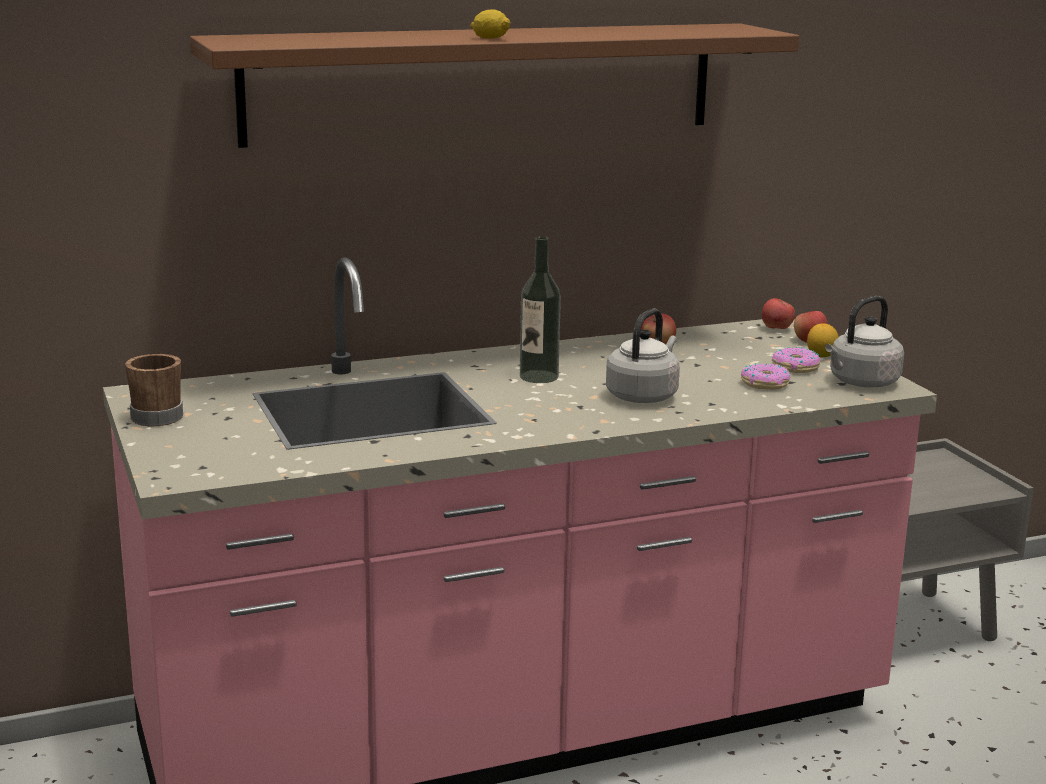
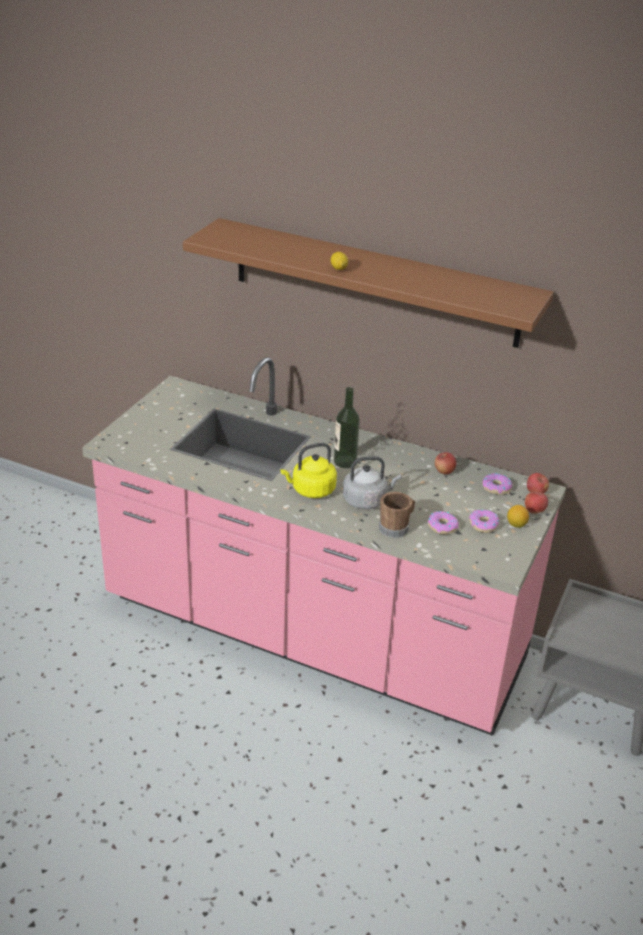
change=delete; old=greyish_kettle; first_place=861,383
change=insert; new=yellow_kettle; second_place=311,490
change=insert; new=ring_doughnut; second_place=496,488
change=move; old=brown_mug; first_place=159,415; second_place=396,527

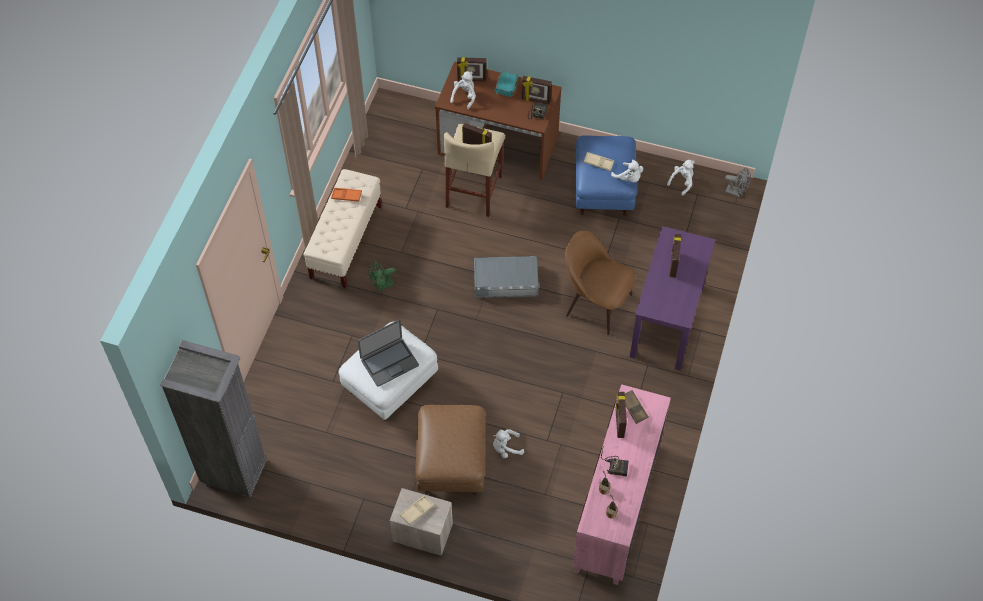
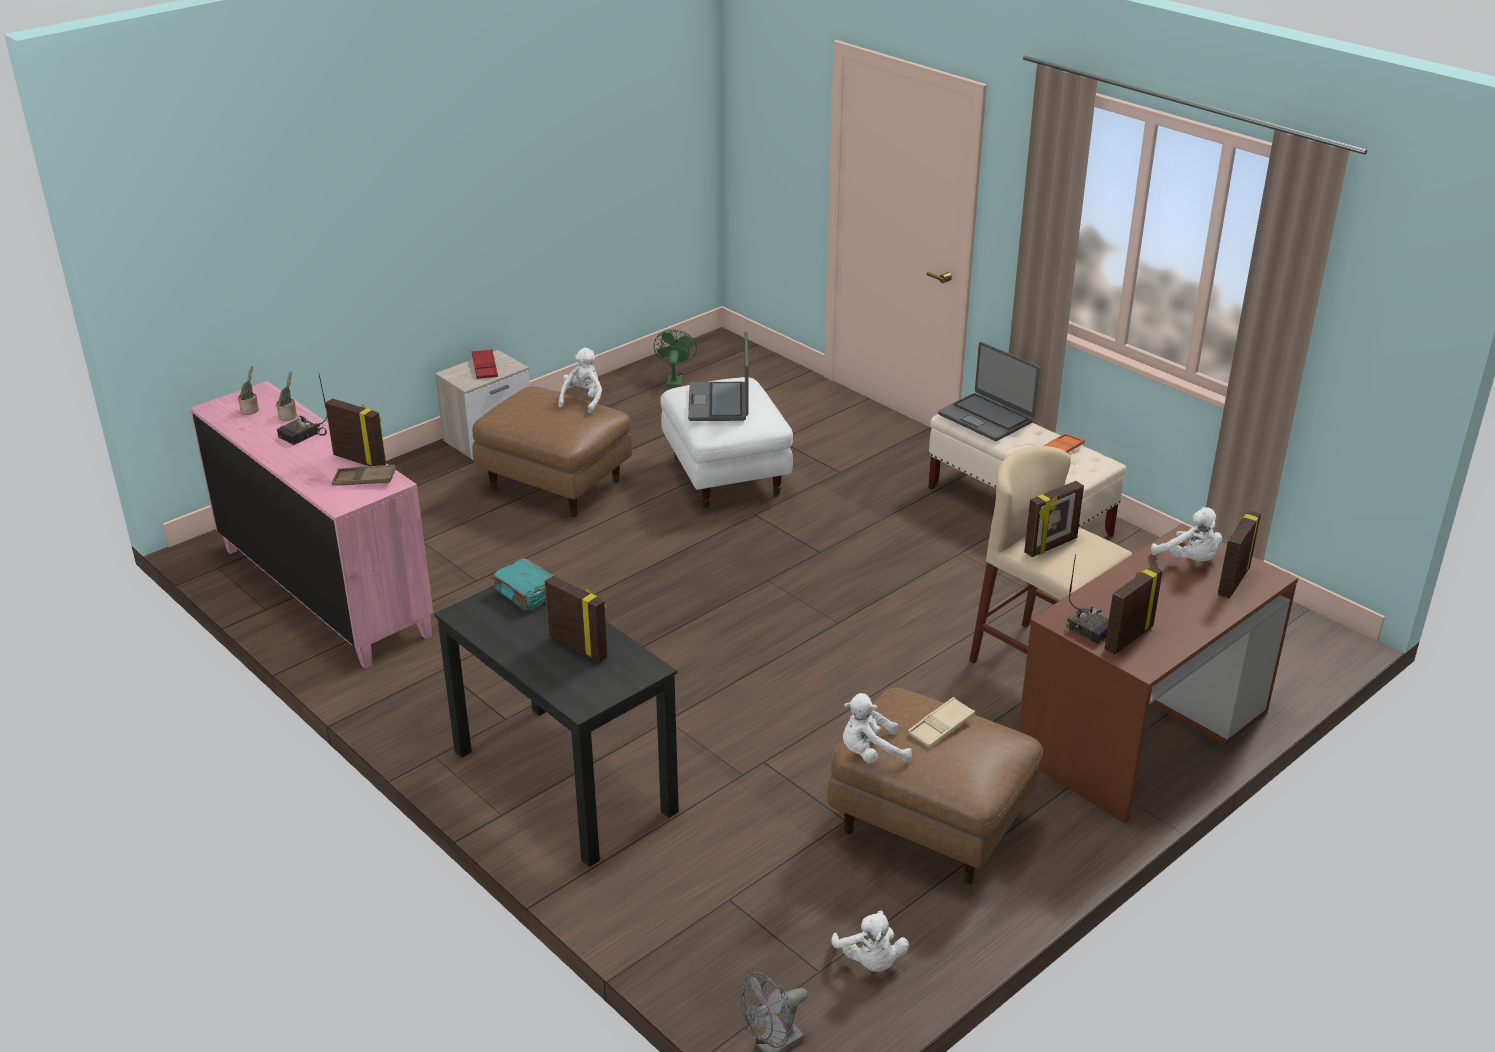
change=delete; old=greyish_cupboard; first_place=234,470
change=delete; old=greyish_storage_bin; first_place=506,280
change=delete; old=brown_plain_chair; first_place=596,303
change=insert; new=portable_computer; second_place=986,418
change=move; old=green-coloured_electric_fan; first_place=381,286; second_place=674,380
change=move; old=white_soft_toy; first_place=506,448; second_place=583,400
change=move; old=blue-green_bound_book; first_place=507,87; second_place=526,594
change=recolor; old=sand-coloured_carrying_tray; new=red_carrying_tray; first_place=417,511; second_place=485,367
change=recolor; old=blue-coloured_ottoman; new=brown_ottoman; first_place=603,190; second_place=932,827
change=recolor; old=purple_desk; new=black-coloured_desk; first_place=667,321; second_place=563,780

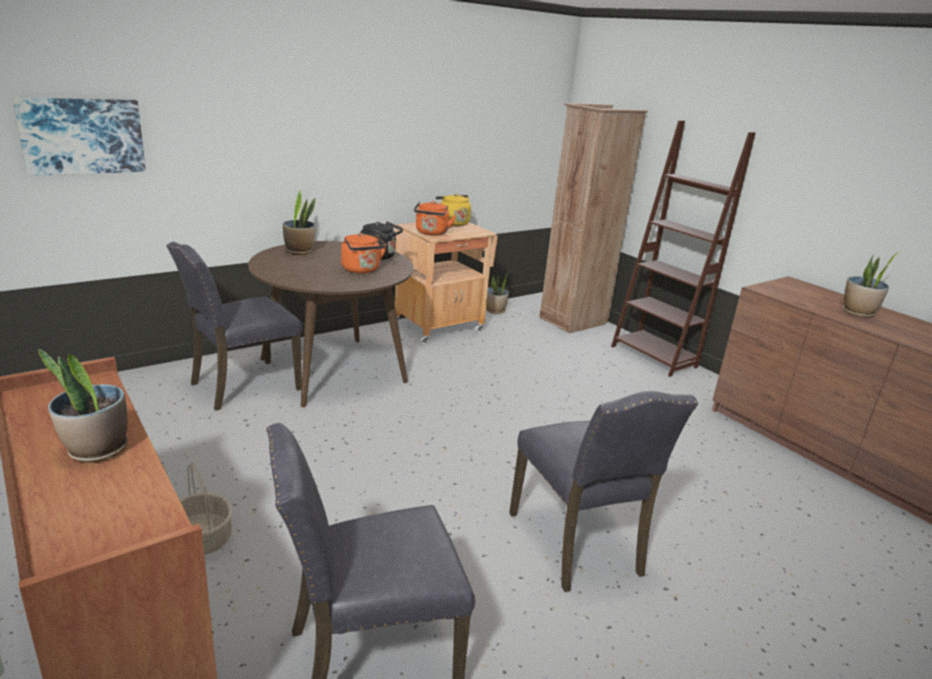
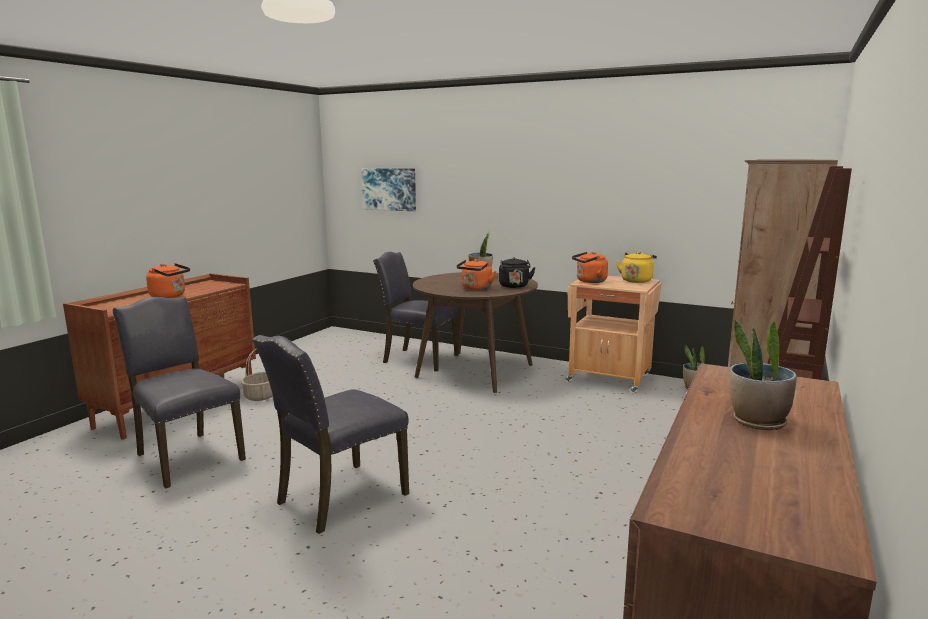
change=replace; old=houseplant; new=orange-coloured_kettle; first_place=96,450; second_place=170,296

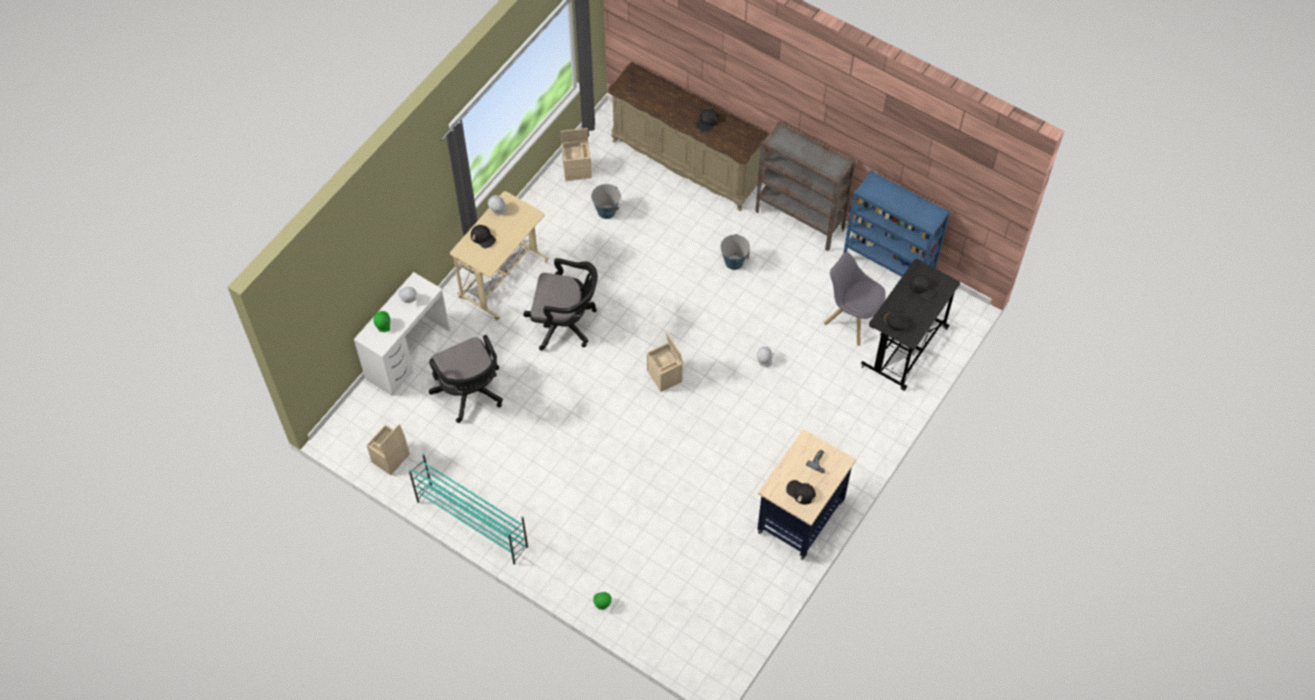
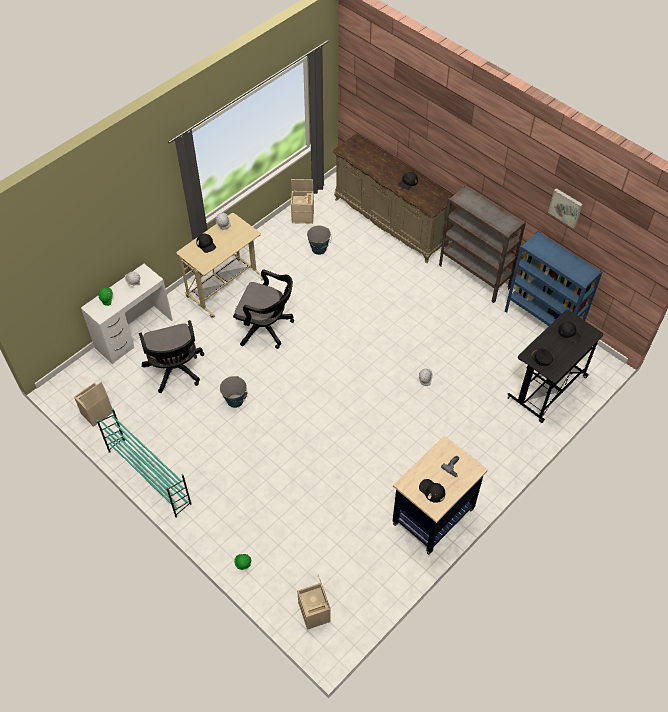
change=delete; old=greyish_plain_chair; first_place=851,320
change=insert; new=wall_art; second_place=566,207
change=move; old=sand-coloured_storage_bin; first_place=665,376; second_place=315,613
change=move; old=pail; first_place=734,262; second_place=235,400

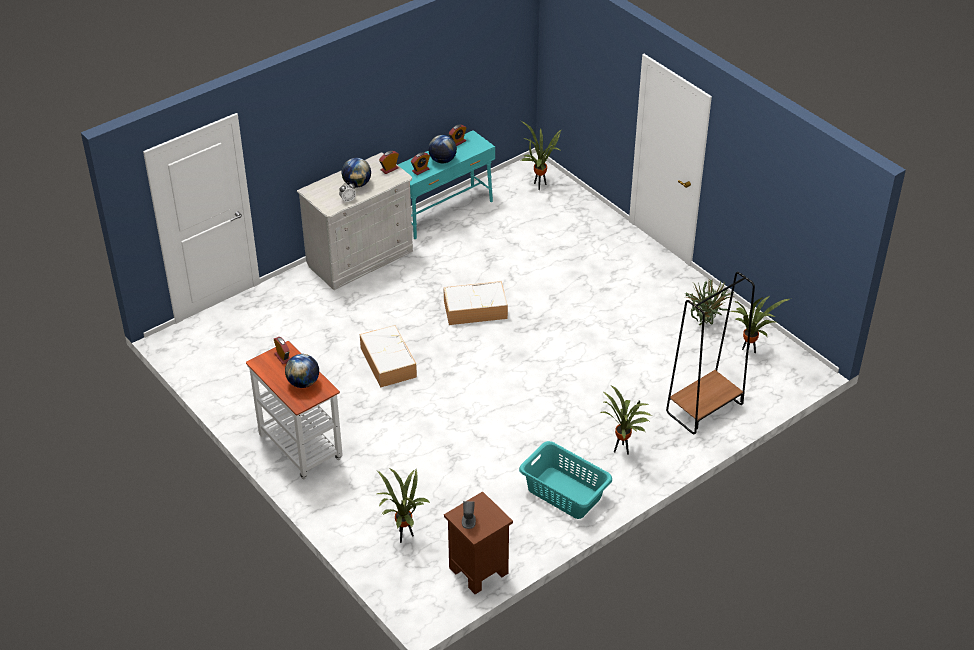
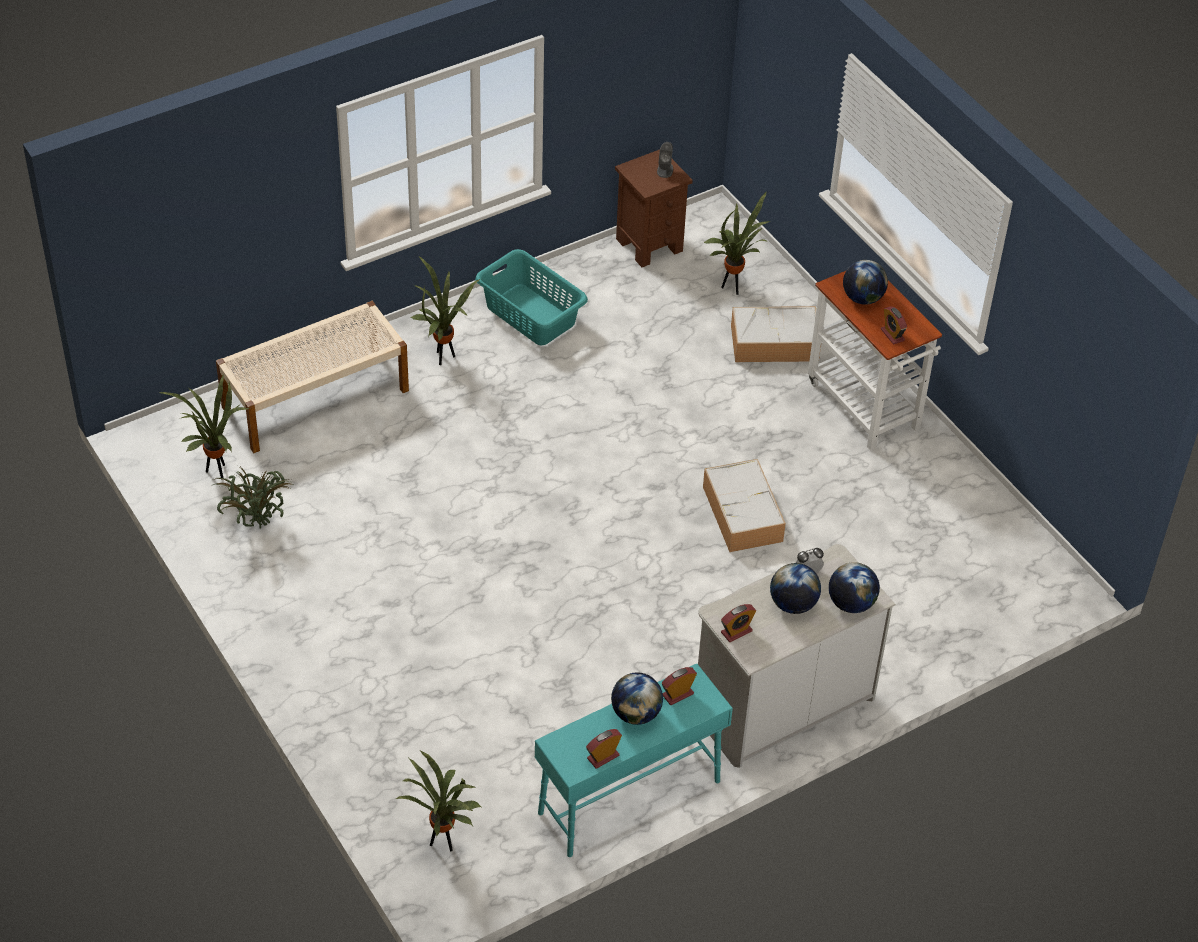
change=insert; new=desk_globe; second_place=851,603
change=move; old=storage_bin; first_place=476,309; second_place=773,343
change=replace; old=garment_rack; new=sand-coloured_long_seat; first_place=704,409; second_place=315,398

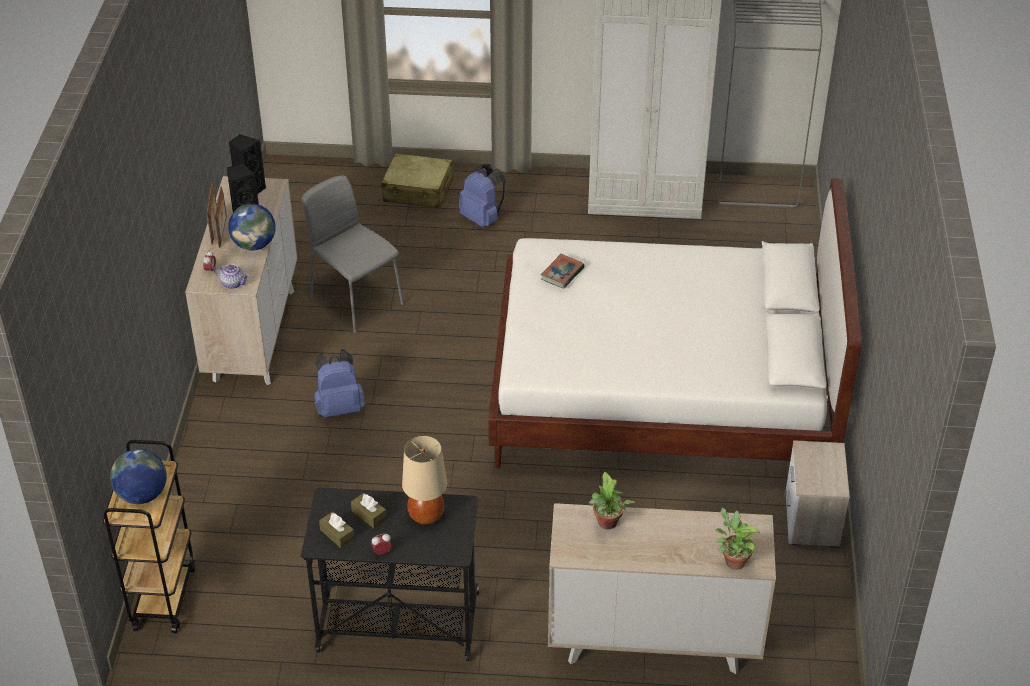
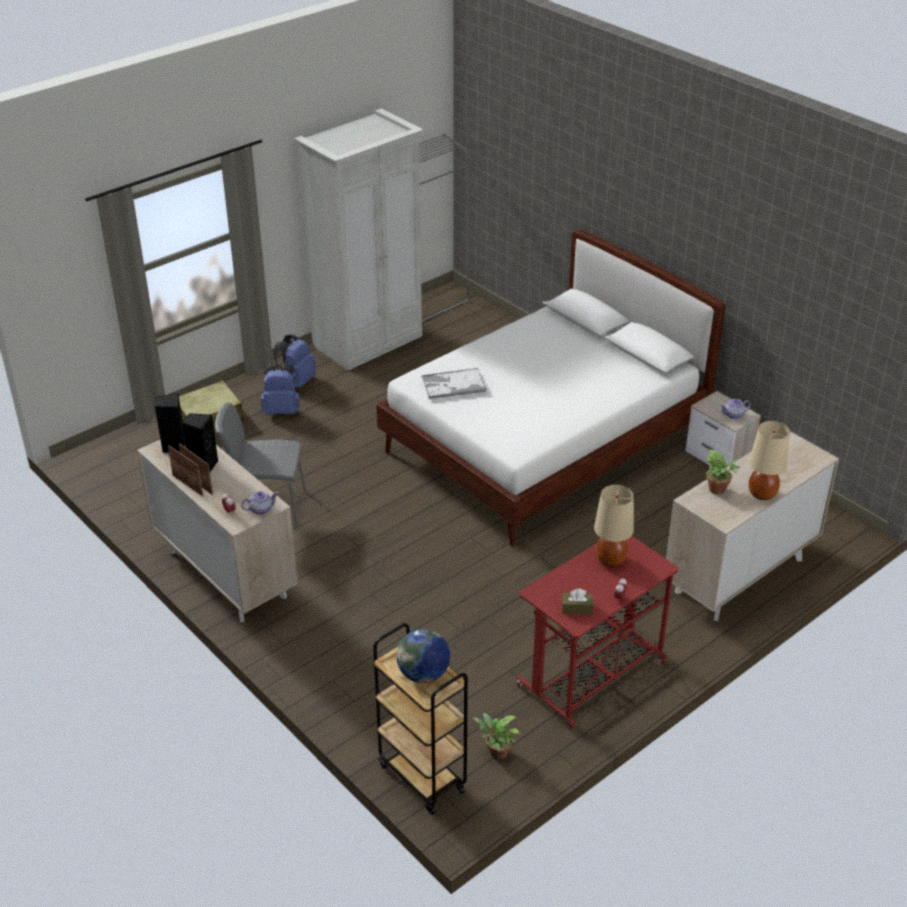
change=delete; old=desk_globe; first_place=254,245
change=delete; old=brown_box_of_tissues; first_place=369,515
change=insert; new=pot_for_tea; second_place=733,415
change=insert; new=sand-coloured_tabletop_lamp; second_place=761,493
change=move; old=blue-coloured_rucksack; first_place=339,407; second_place=297,382
change=move; old=houseplant; first_place=732,560; second_place=496,753
change=replace; old=bound_book; new=carrying_tray; first_place=562,274; second_place=453,384
change=recolor; old=black-coloured_desk; new=red_desk; first_place=397,623; second_place=591,674

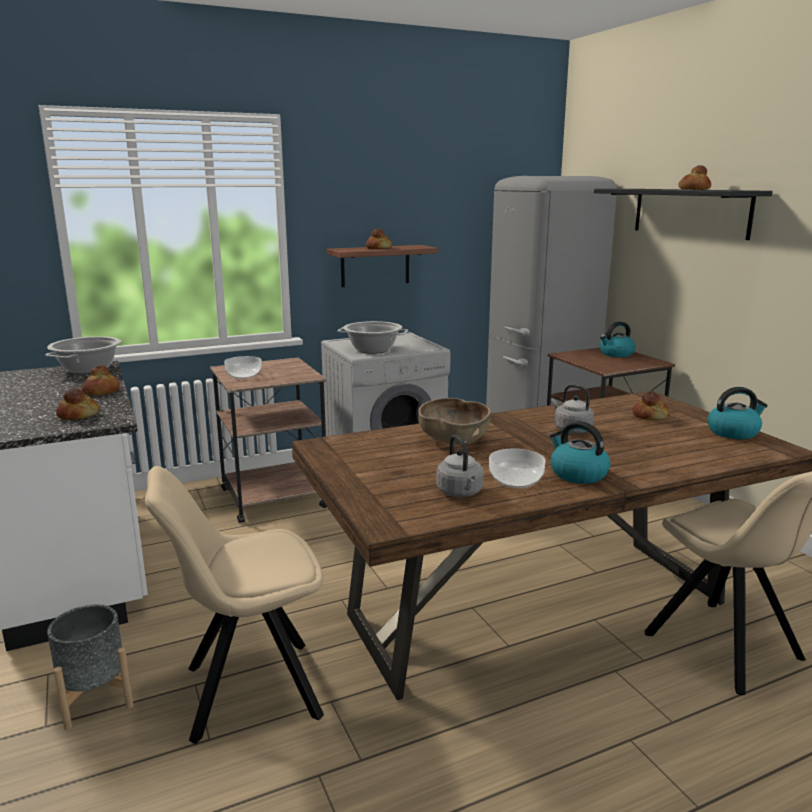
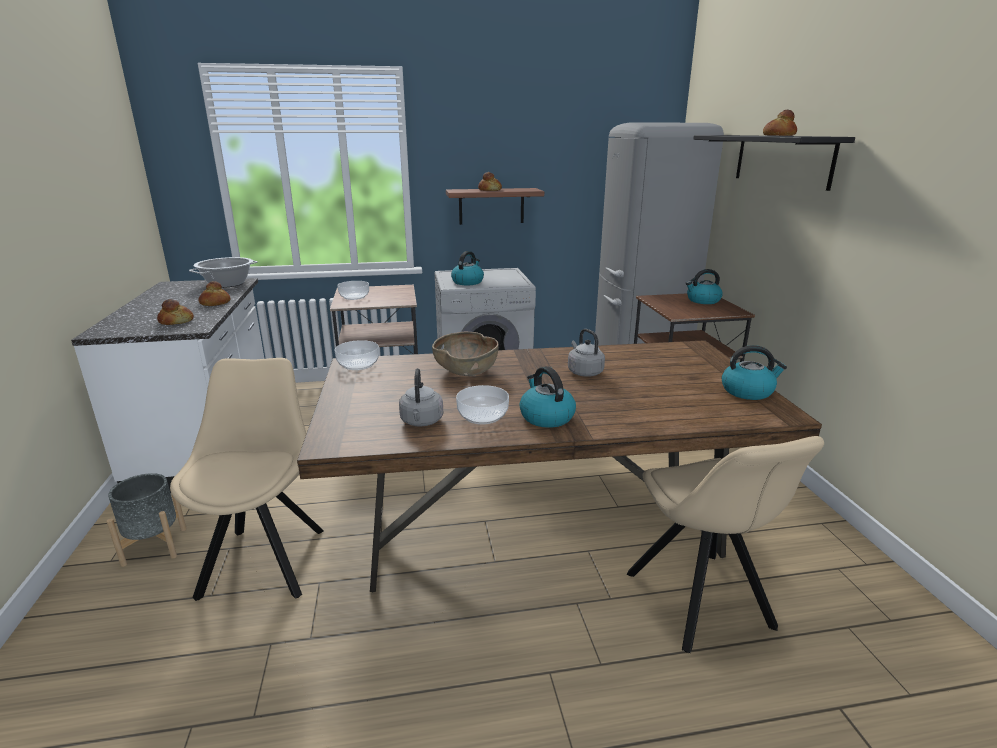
change=delete; old=bread; first_place=650,416
change=insert; new=bowl; second_place=359,364
change=replace; old=cooking_pot; new=kettle; first_place=372,350; second_place=467,282
change=rotate; old=sand-coloured_plain_chair; first_place=251,691; second_place=265,561; degrees=90

